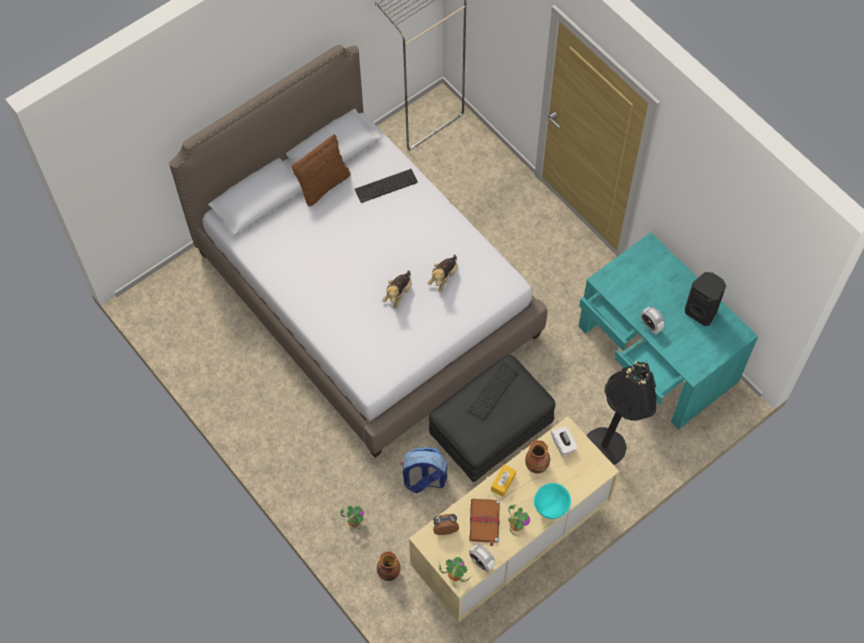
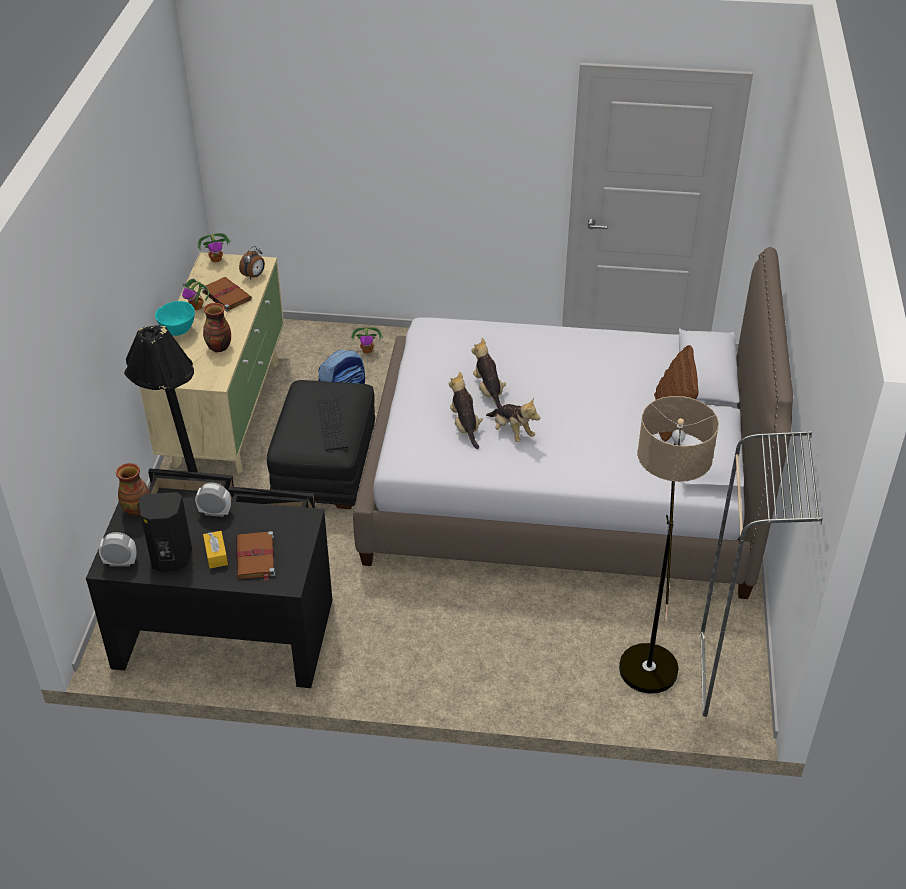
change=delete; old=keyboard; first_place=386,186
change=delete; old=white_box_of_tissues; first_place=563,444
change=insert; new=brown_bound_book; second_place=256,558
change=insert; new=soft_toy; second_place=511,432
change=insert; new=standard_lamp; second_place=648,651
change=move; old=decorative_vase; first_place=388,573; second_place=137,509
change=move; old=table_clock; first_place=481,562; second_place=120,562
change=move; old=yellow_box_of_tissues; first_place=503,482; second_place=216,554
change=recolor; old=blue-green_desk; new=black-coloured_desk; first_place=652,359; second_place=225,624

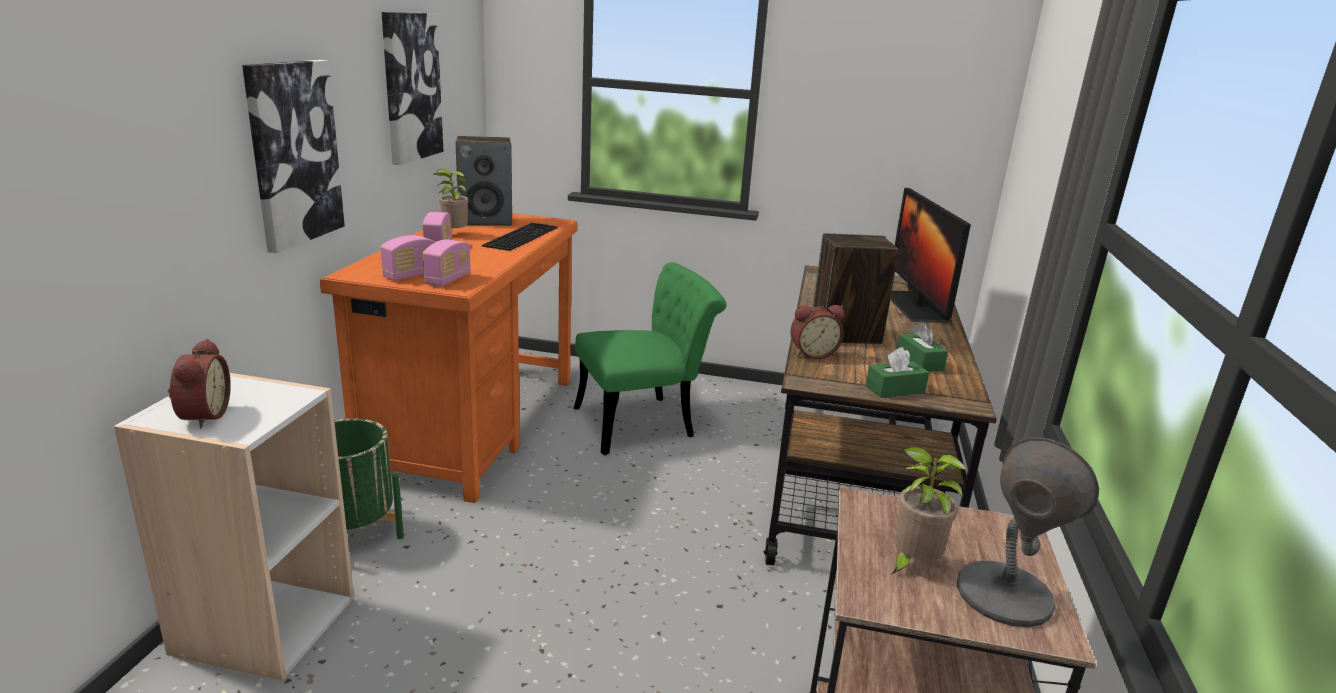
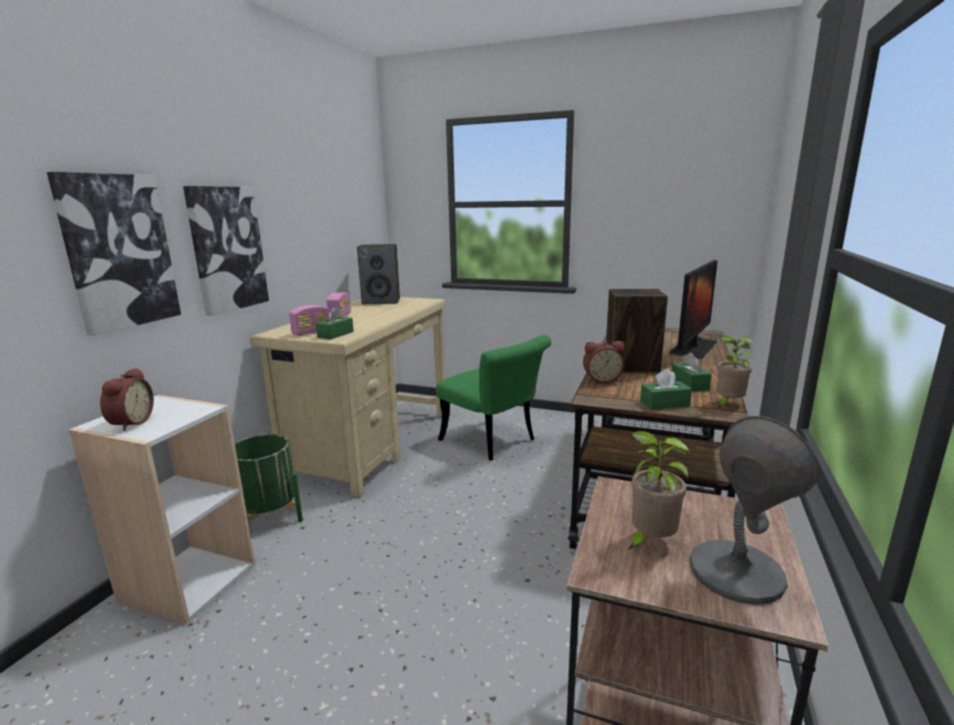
change=delete; old=keyboard; first_place=520,236
change=move; old=wall_art; first_place=410,87; second_place=118,252
change=move; old=houseplant; first_place=453,235; second_place=727,404
change=replace; old=radio_set; new=green-coloured_box_of_tissues; first_place=448,280; second_place=335,334
change=recolor; old=orange-coloured_desk; new=sand-coloured_desk; first_place=473,425; second_place=372,443
change=rotate; old=green-coloured_plain_chair; first_place=644,423; second_place=493,442; degrees=60
change=rotate; old=monitor; first_place=915,306; second_place=693,347; degrees=-150

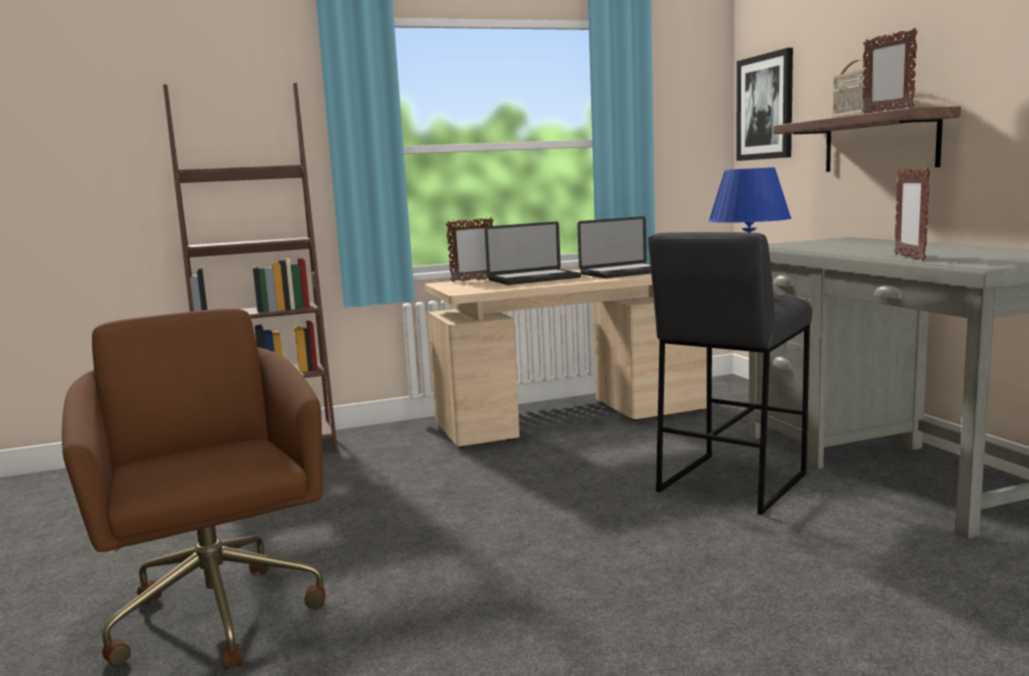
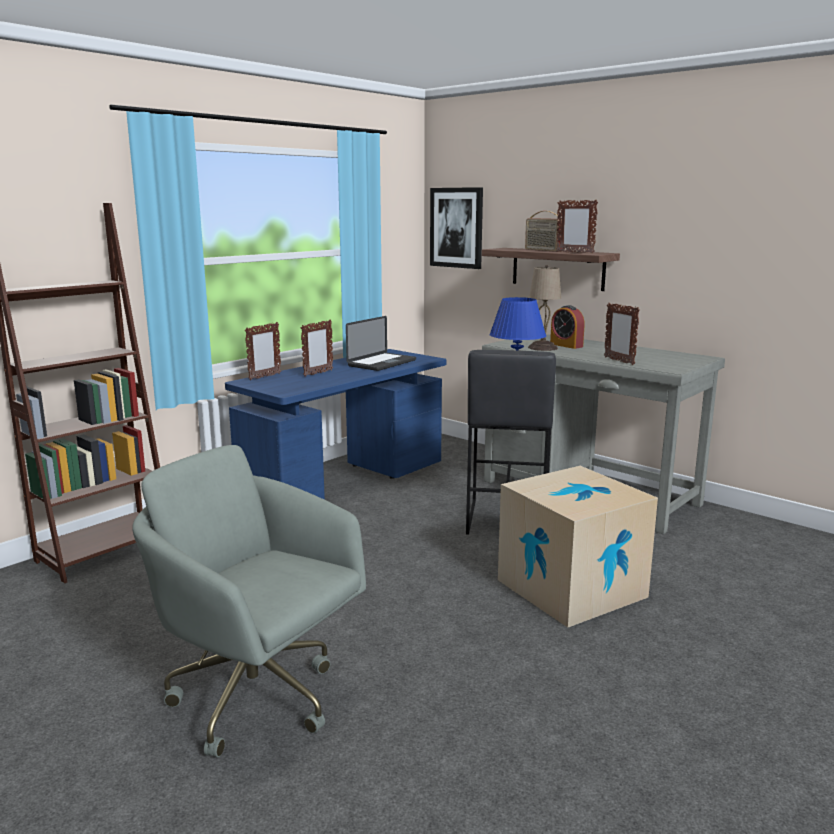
change=insert; new=packing_box; second_place=571,588
change=insert; new=sand-coloured_tabletop_lamp; second_place=543,348
change=insert; new=table_clock; second_place=566,345
change=replace; old=portable_computer; new=picture_frame; first_place=534,279; second_place=318,373
change=recolor; old=brown_computer_chair; new=greyish_computer_chair; first_place=220,623; second_place=261,703
change=recolor; old=sand-coloured_desk; new=blue-coloured_desk; first_place=574,419; second_place=345,483

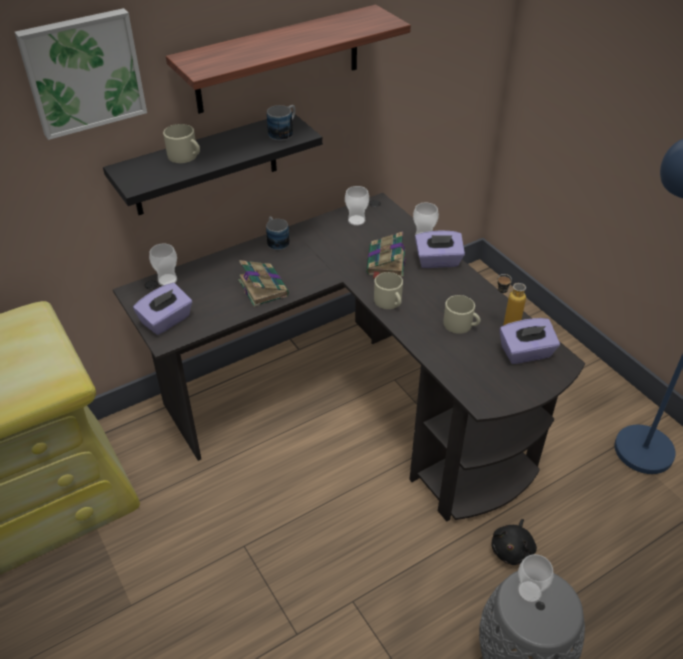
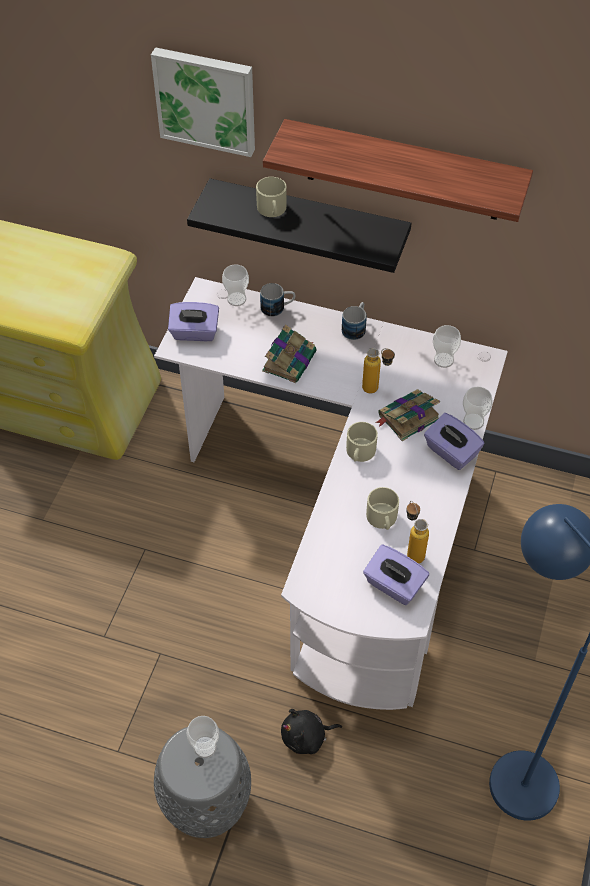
change=insert; new=beverage_bottle; second_place=376,390
change=move; old=mug; first_place=284,132; second_place=278,308
change=recolor; old=black-coloured_desk; new=white_desk; first_place=354,405; second_place=347,523

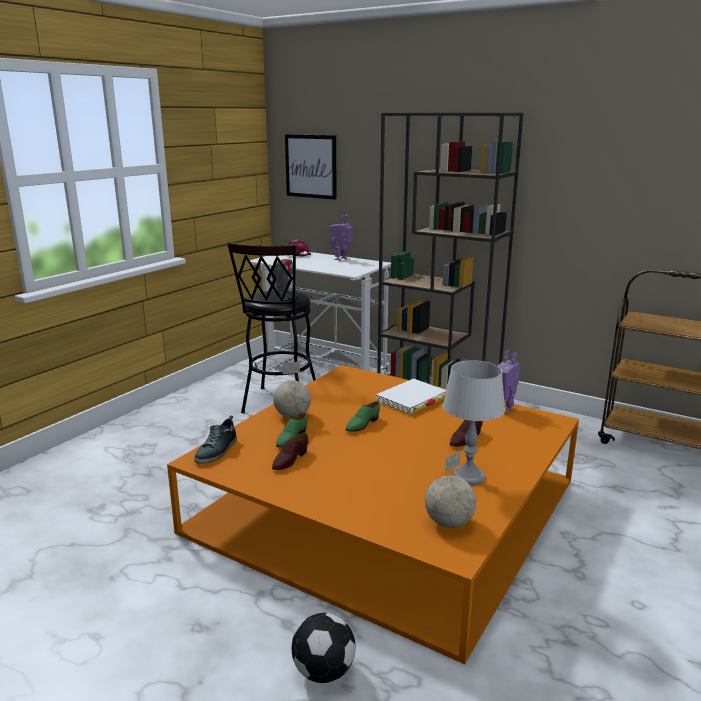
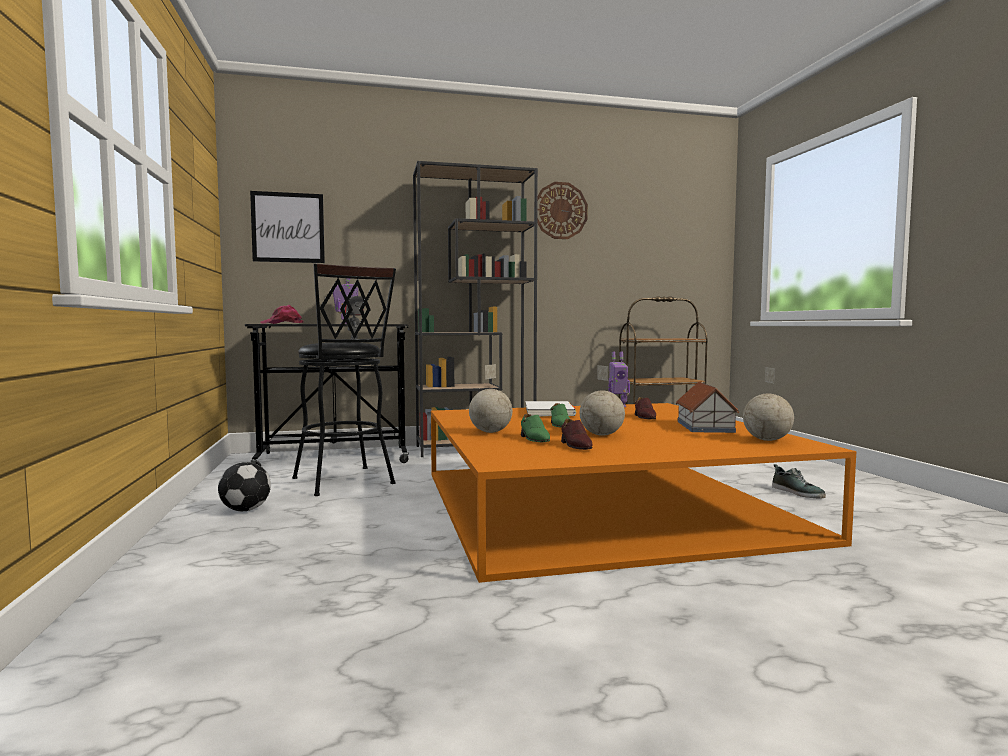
change=insert; new=clock_on_the_wall; second_place=560,210
change=insert; new=desk_globe; second_place=601,435
change=move; old=shoe; first_place=217,451; second_place=798,492
change=move; old=ball_for_football; first_place=323,672; second_place=245,510
change=replace; old=greyish_tabletop_lamp; new=toy_house; first_place=469,477; second_place=705,426
change=recolor; old=white_desk; new=black-coloured_desk; first_place=322,372; second_place=334,458

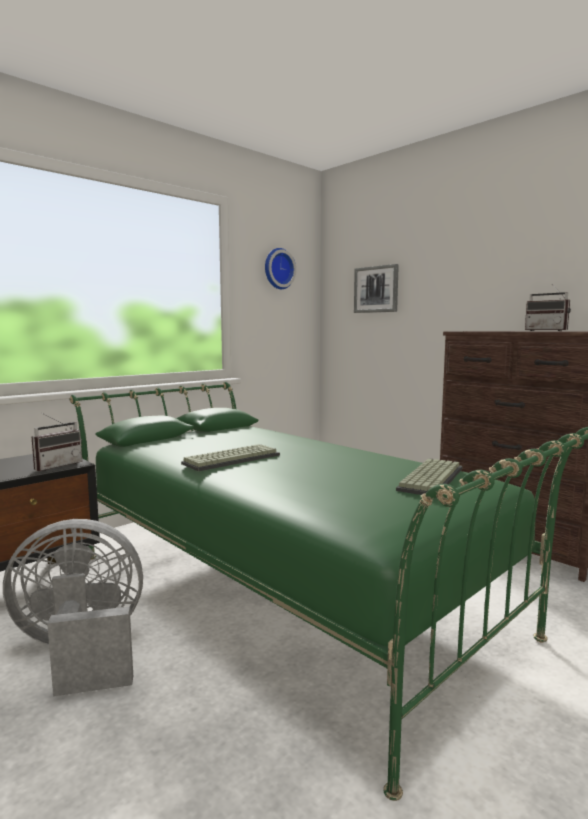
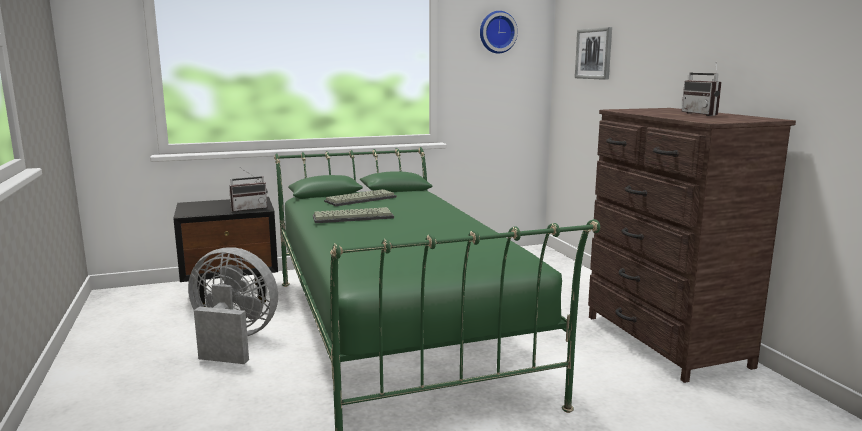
change=move; old=keyboard; first_place=429,478; second_place=361,199

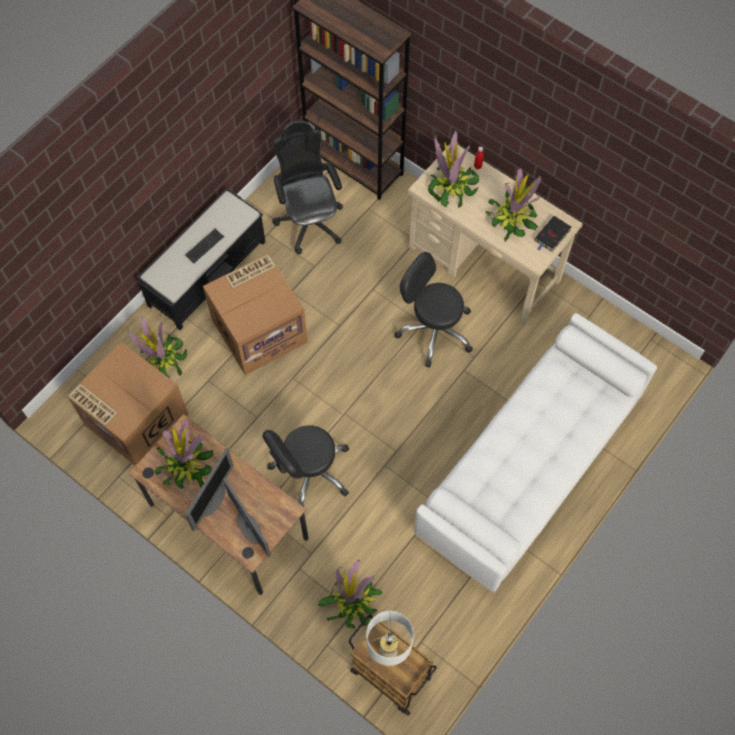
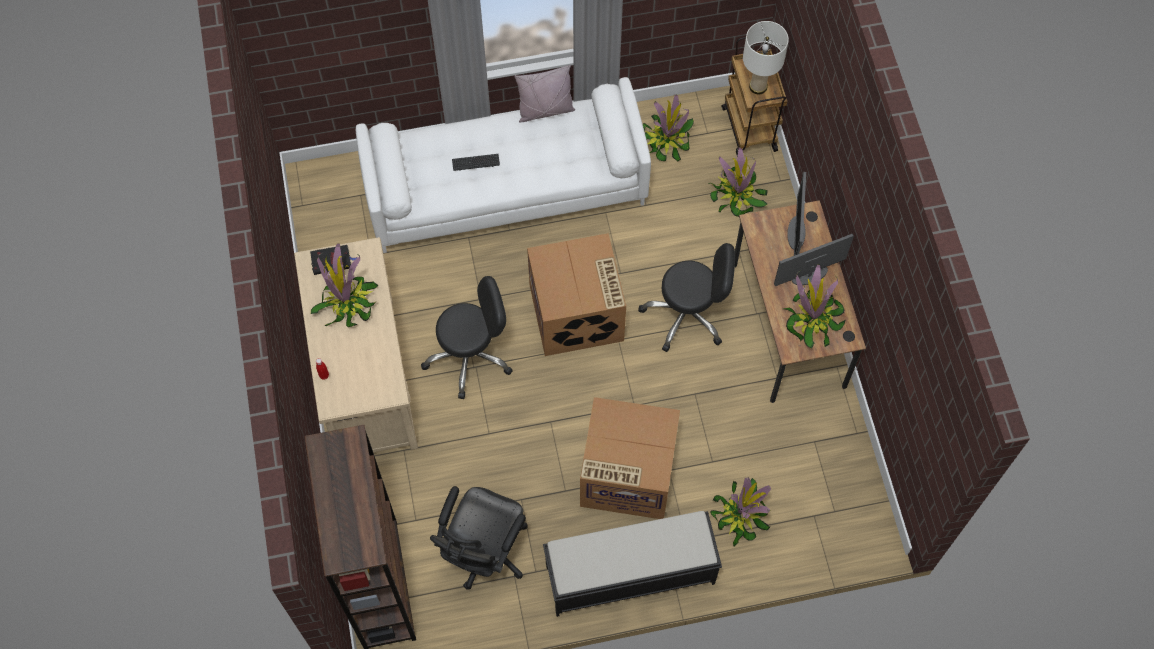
change=insert; new=purple_cushion; second_place=545,110
change=move; old=packing_box; first_place=135,420; second_place=577,313
change=move; old=keyboard; first_place=204,246; second_place=475,162
change=move; old=houseplant; first_place=451,186; second_place=666,141
change=rotate; old=black-coloured_computer_chair; first_place=432,329; second_place=472,354; degrees=-90

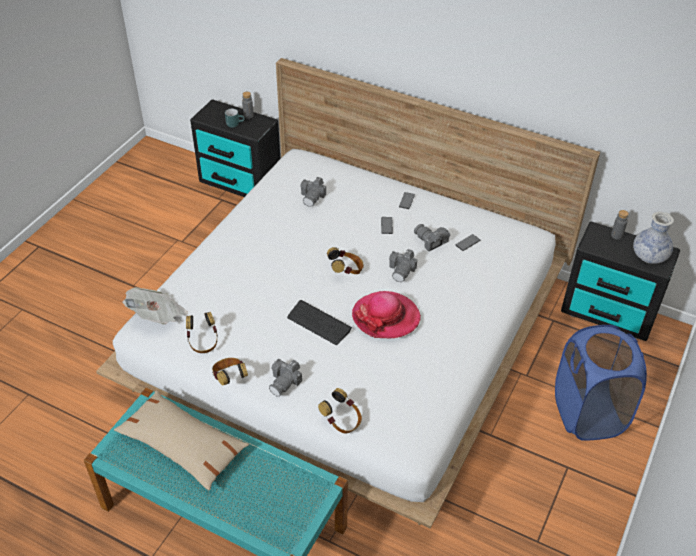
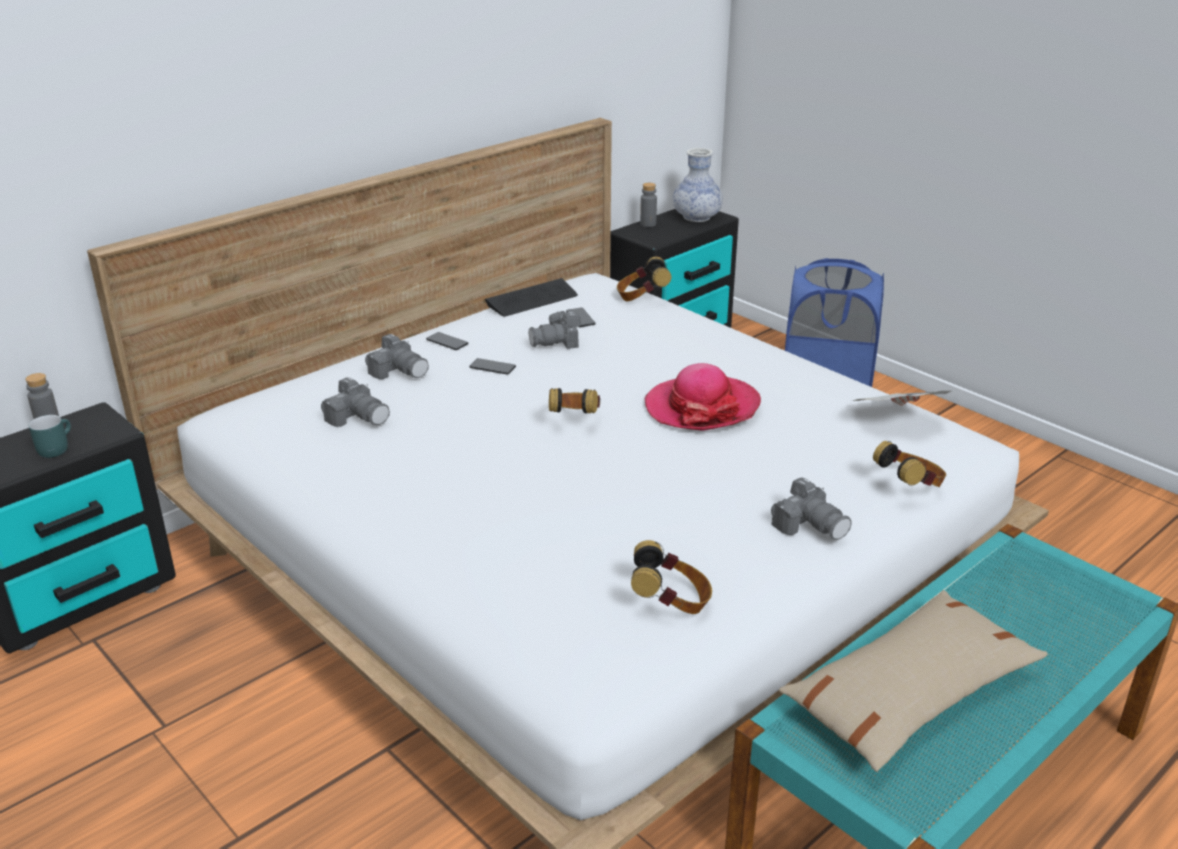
change=move; old=daily_paper; first_place=158,316; second_place=896,419
change=move; old=pair_of_headphones; first_place=230,378; second_place=641,298
change=move; old=keyboard; first_place=319,323; second_place=532,300
change=move; old=photo_camera; first_place=402,270; second_place=399,371

